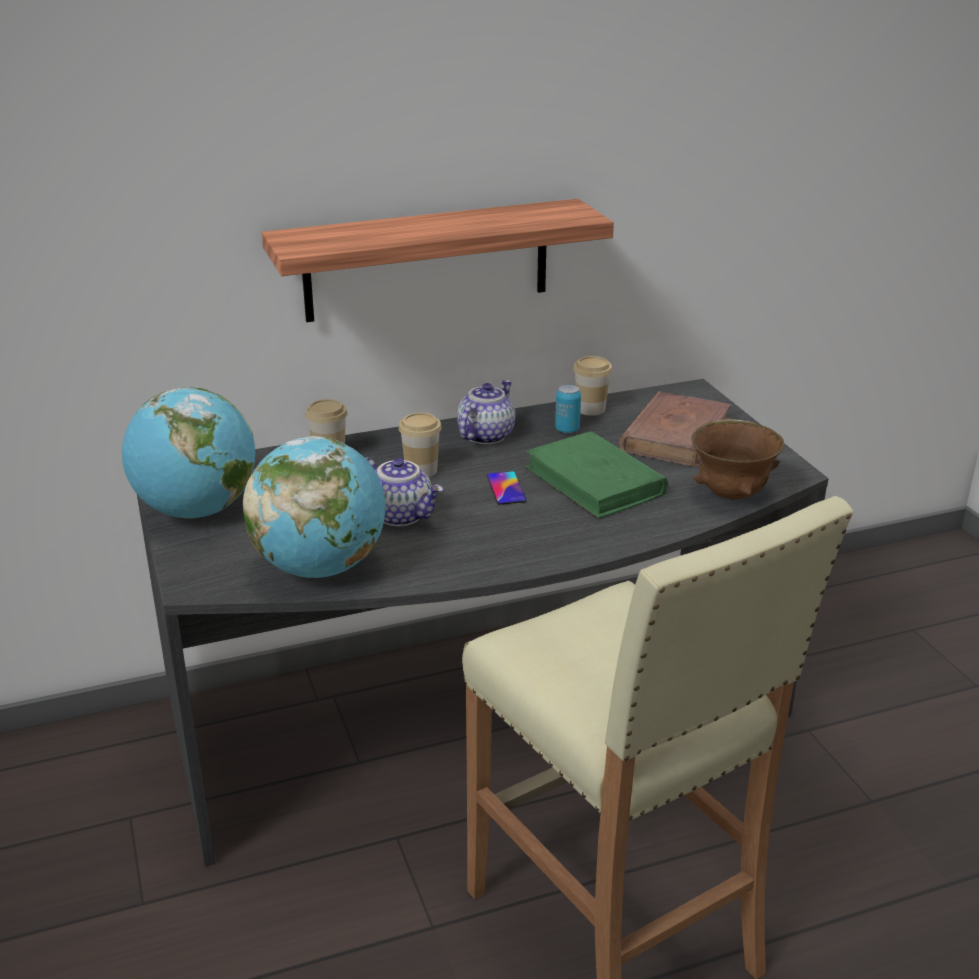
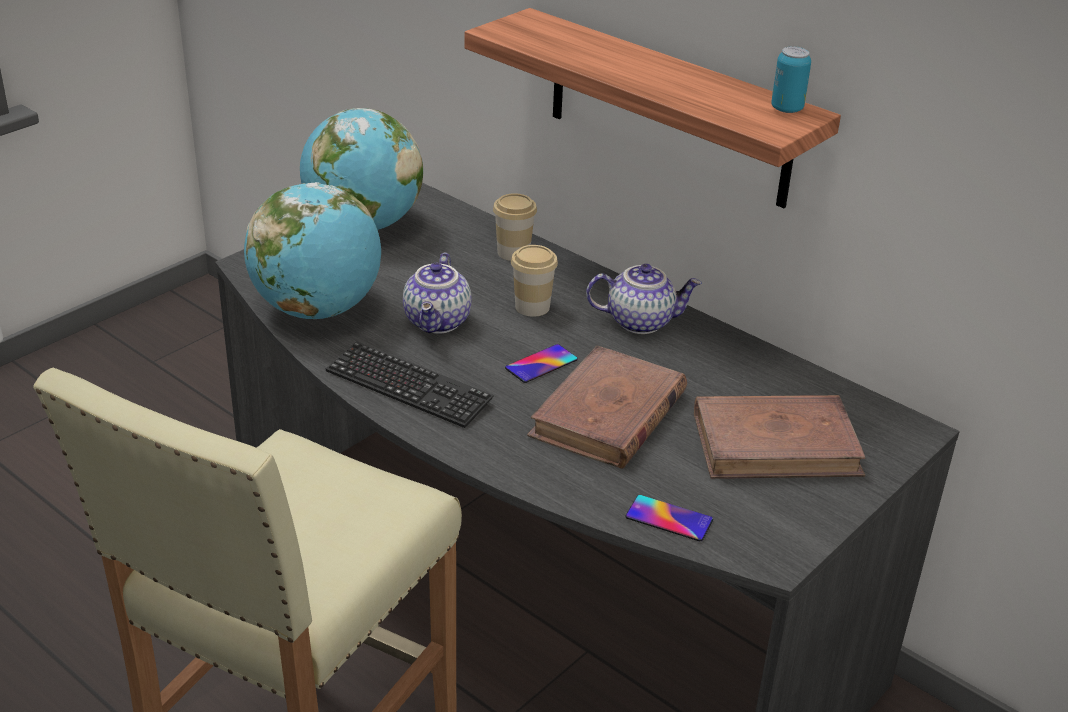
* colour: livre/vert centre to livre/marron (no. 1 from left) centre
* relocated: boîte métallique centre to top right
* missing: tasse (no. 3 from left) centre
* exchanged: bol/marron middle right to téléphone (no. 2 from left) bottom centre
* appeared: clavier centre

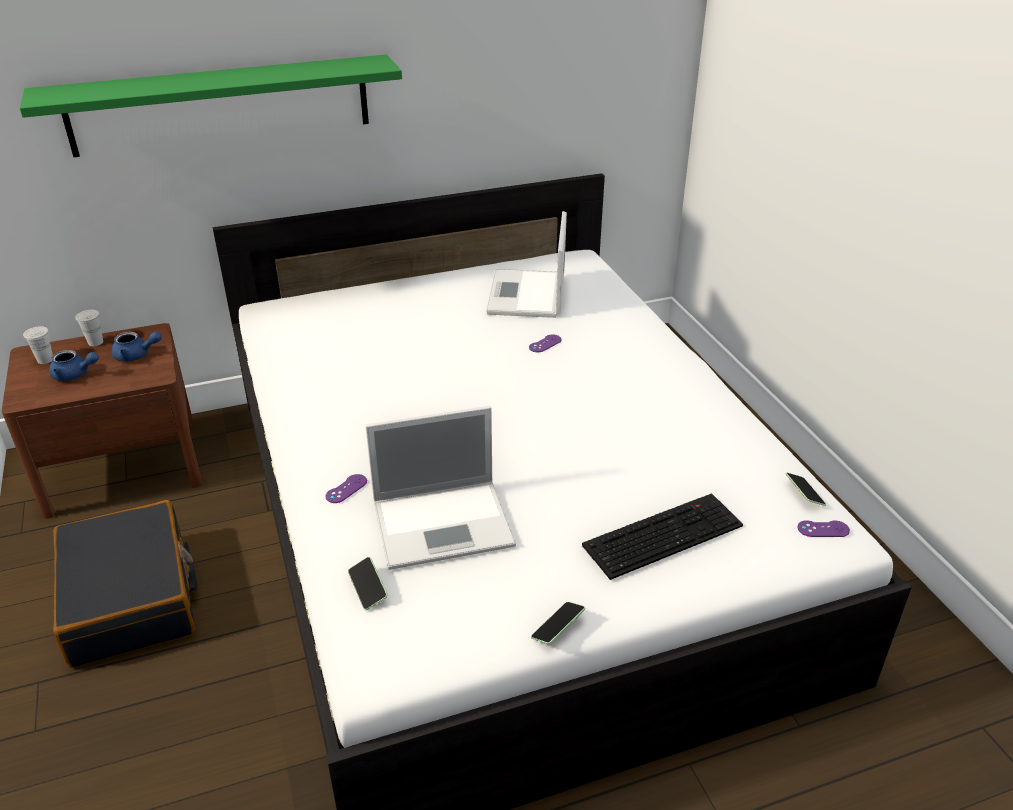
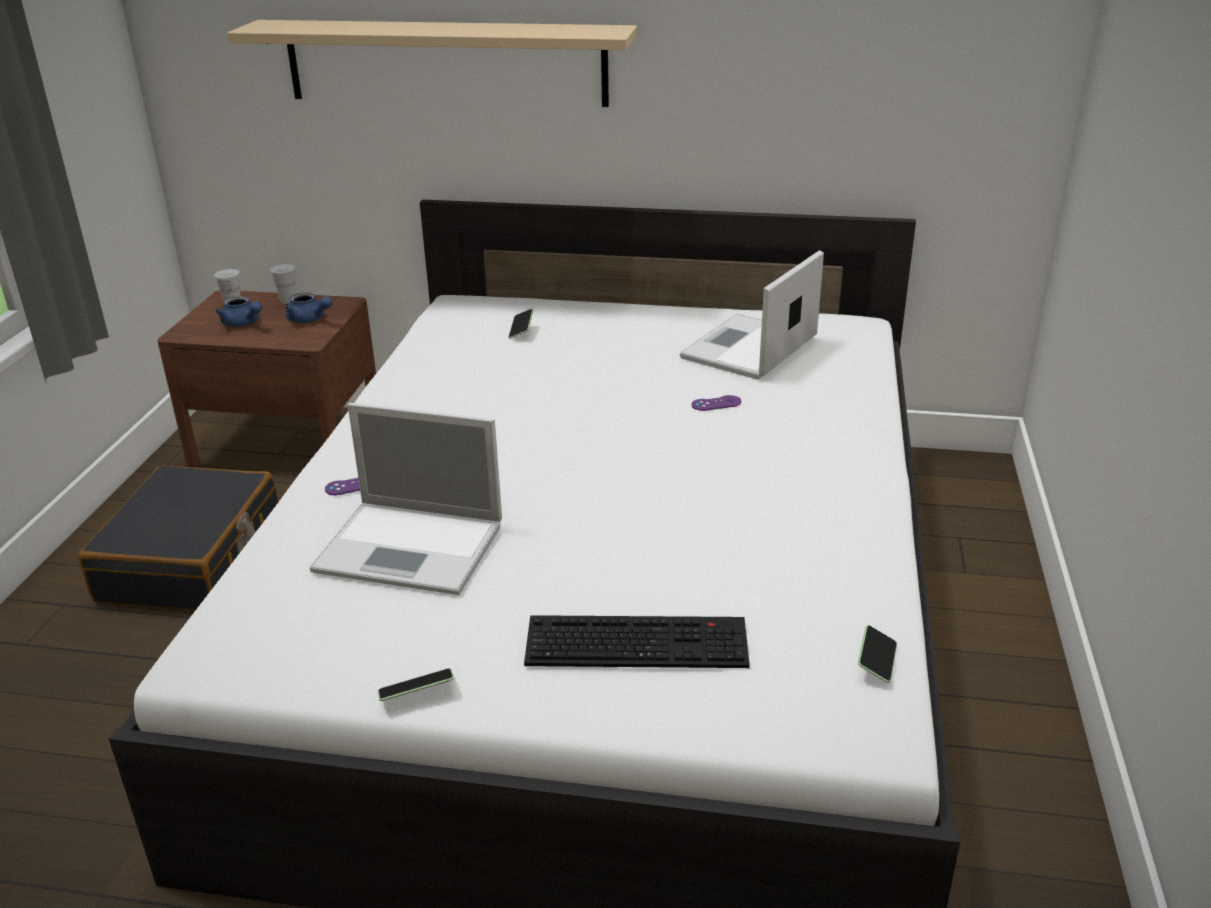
* colour: étagère/vert top left to étagère/beige top centre
* relocated: téléphone (no. 1 from left in the first image) bottom centre to téléphone (no. 2 from left) centre
* missing: manette/violet (no. 3 from left) middle right

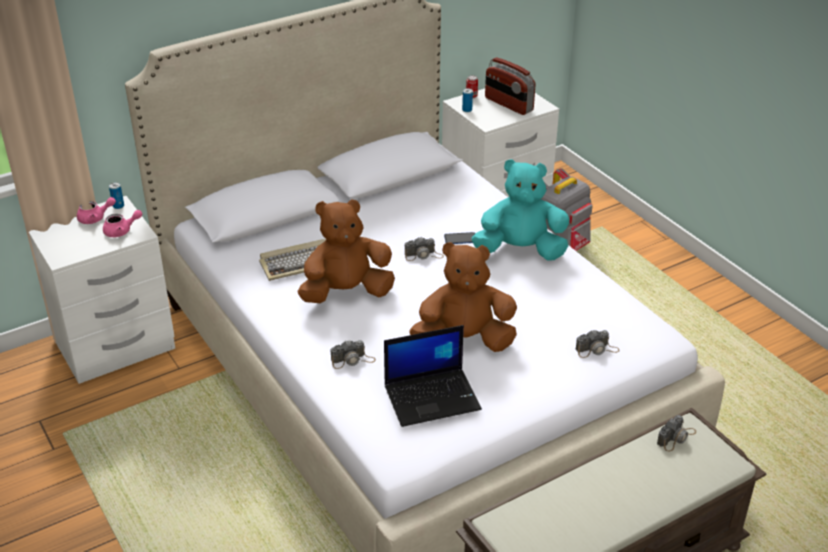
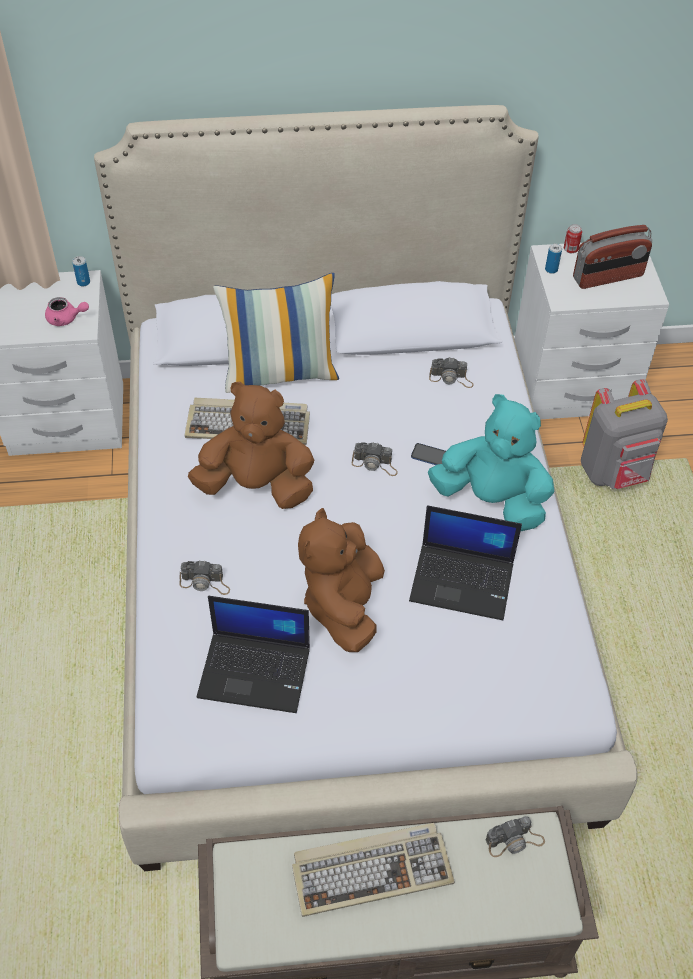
* missing: théière/rose (no. 1 from left) middle left
* spun: peluche/marron (no. 2 from left) centre = centre 105 degrees counterclockwise
* spun: radio top centre = top right 90 degrees counterclockwise
* relocated: appareil photo (no. 3 from left) middle right to centre
* appeared: coussin centre
* appeared: clavier (no. 2 from left) bottom centre
* appeared: ordinateur portable (no. 2 from left) middle right

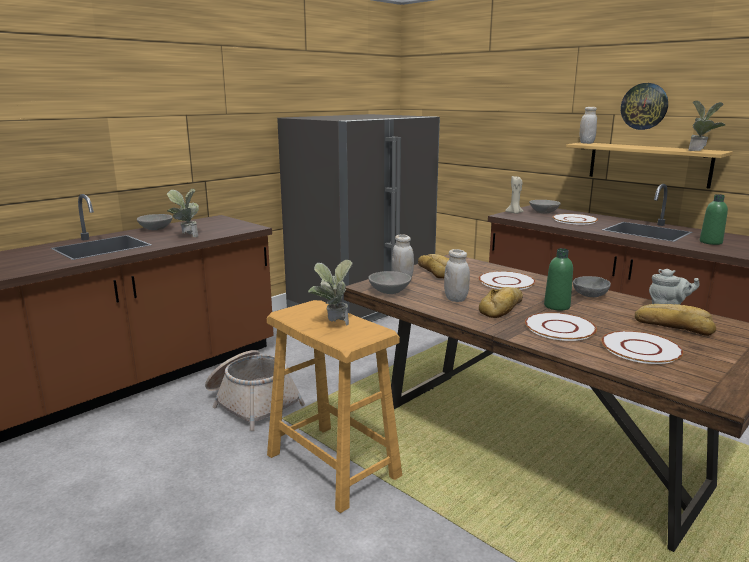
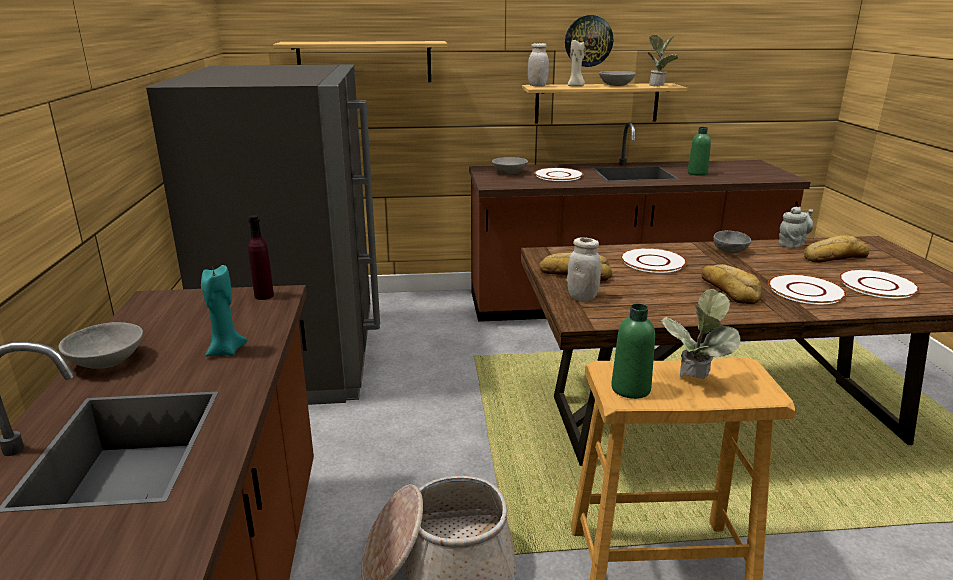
* exchanged: plante en pot (no. 1 from left) middle left to bougie/turquoise middle left
* relocated: bol/gris (no. 2 from left in the first image) centre to bol/gris (no. 3 from left) top centre
* missing: bocal/blanc (no. 2 from left) centre
* relocated: bougie/beige middle right to top centre
* relocated: bouteille/vert (no. 1 from left) middle right to centre
* appeared: bouteille/violet middle left
* appeared: étagère (no. 1 from left) top centre

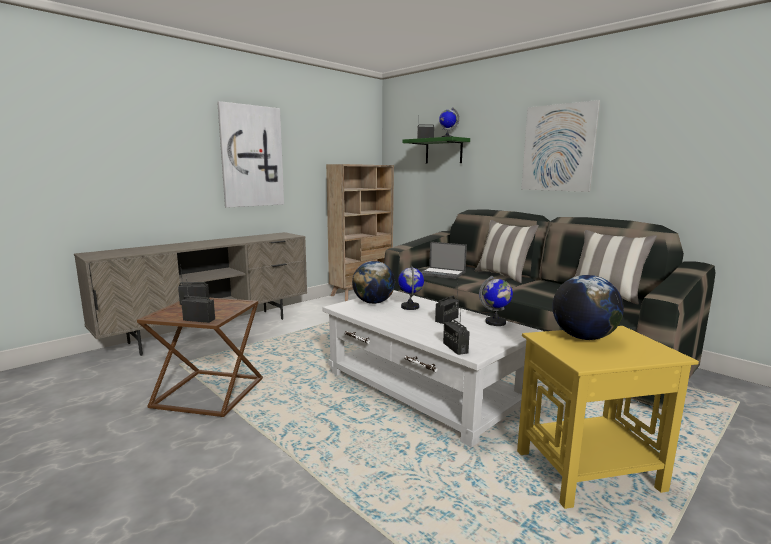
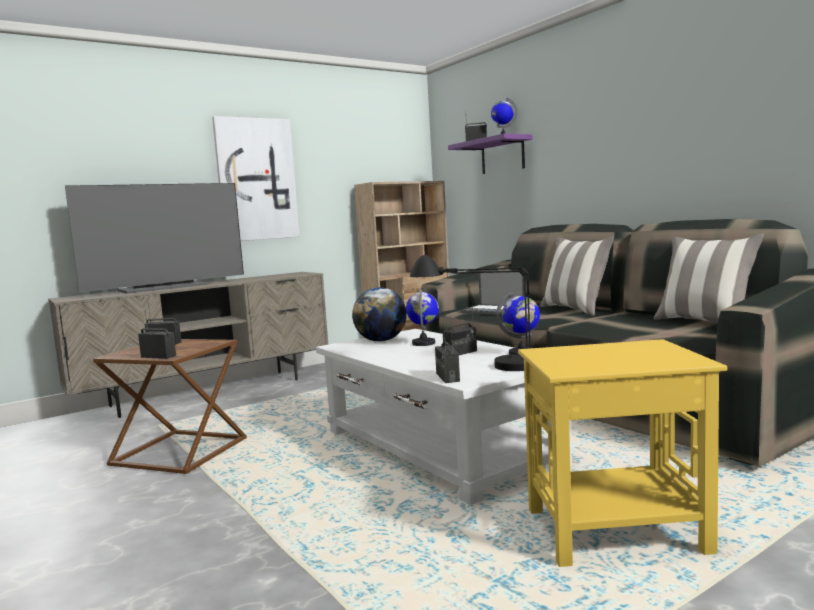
* colour: étagère/vert top centre to étagère/violet top centre
* missing: tableau (no. 2 from left) top right
* missing: globe (no. 5 from left) middle right
* appeared: téléviseur middle left
* appeared: lampe de table/noir centre

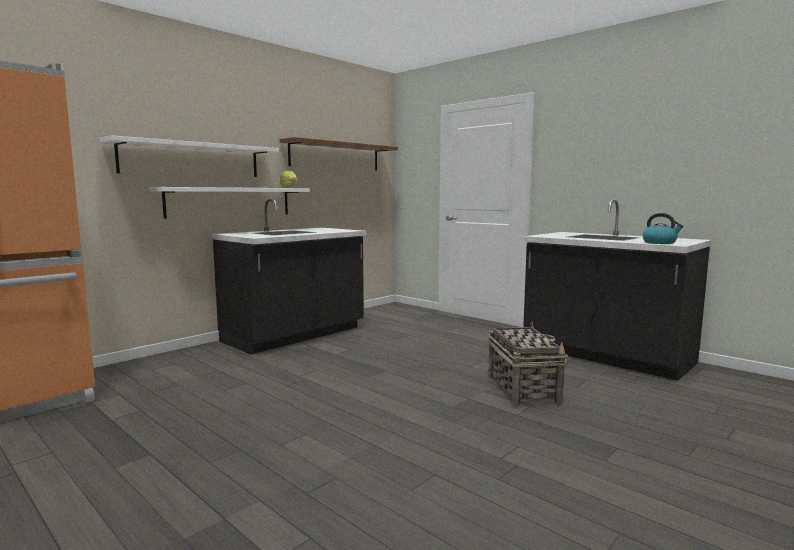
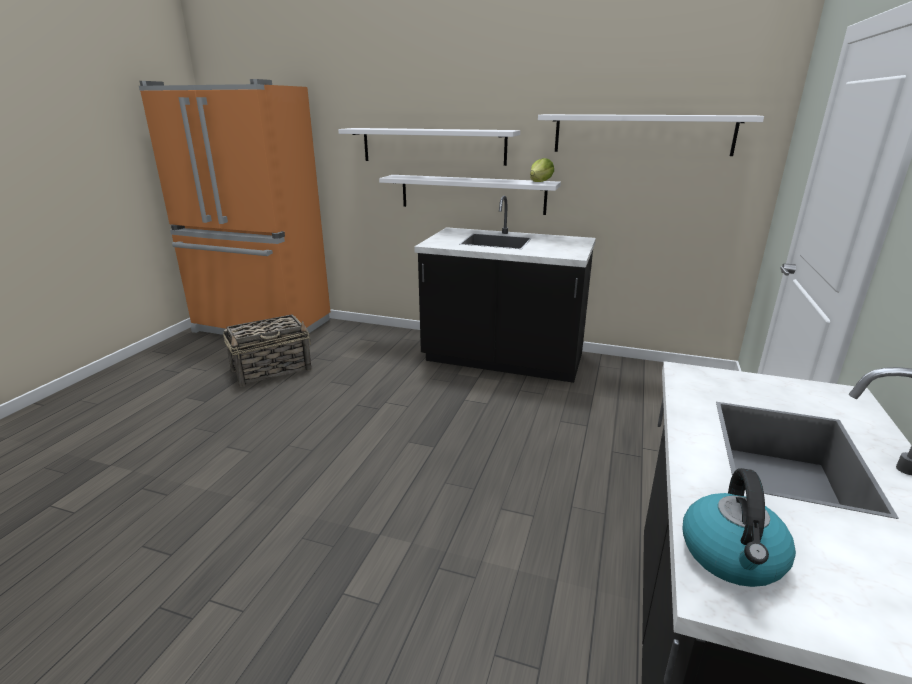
* colour: étagère/marron top centre to étagère/blanc (no. 3 from left) top right
* relocated: panier centre to middle left

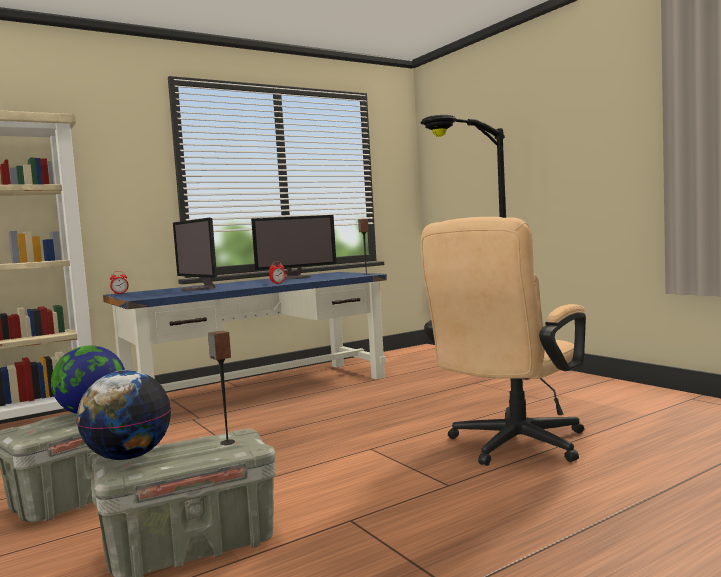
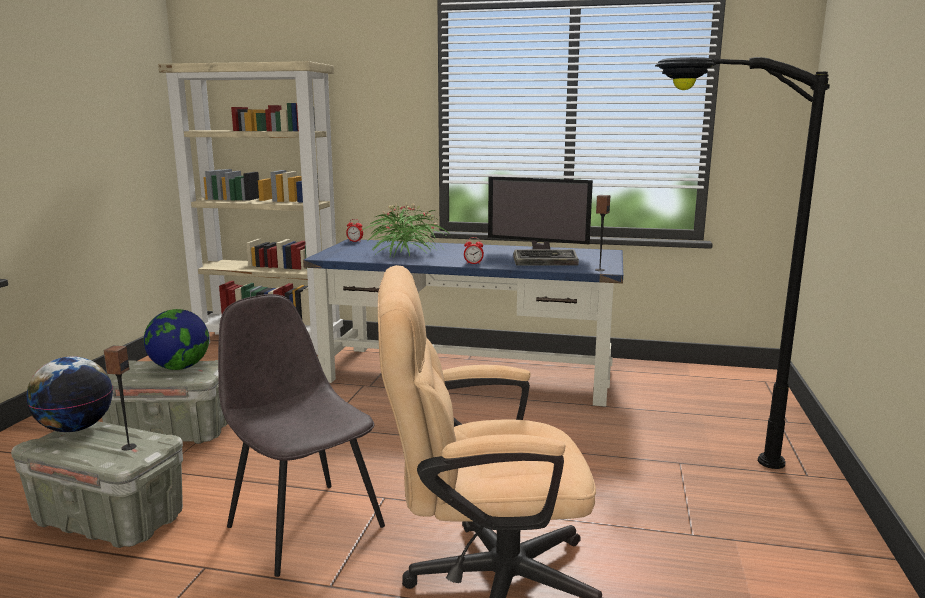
* exchanged: écran d'ordinateur (no. 1 from left) middle left to plante en pot centre
* appeared: chaise/gris bottom left
* appeared: clavier centre

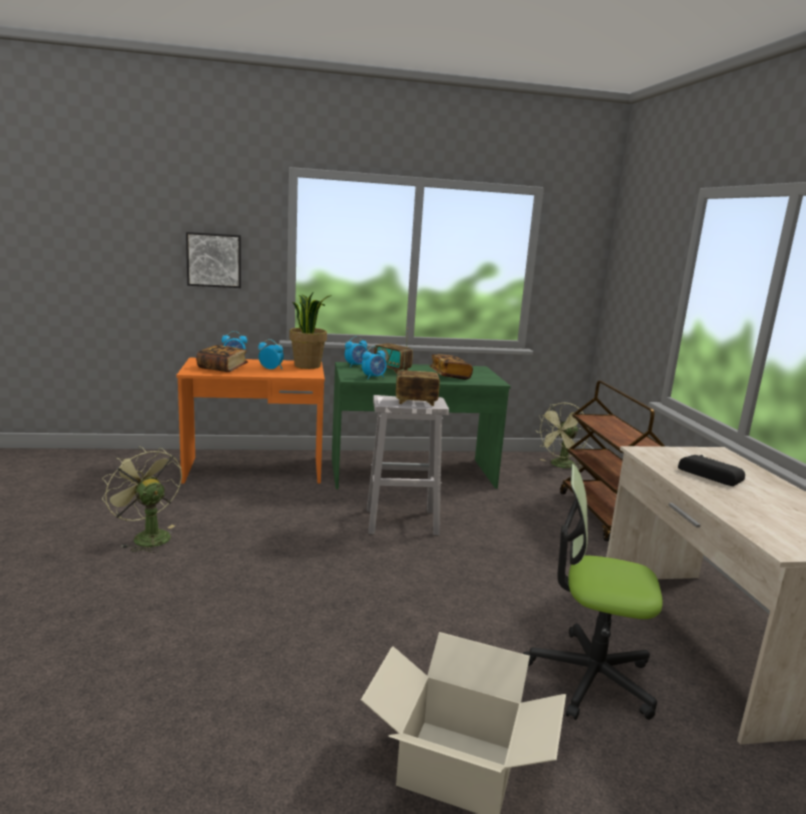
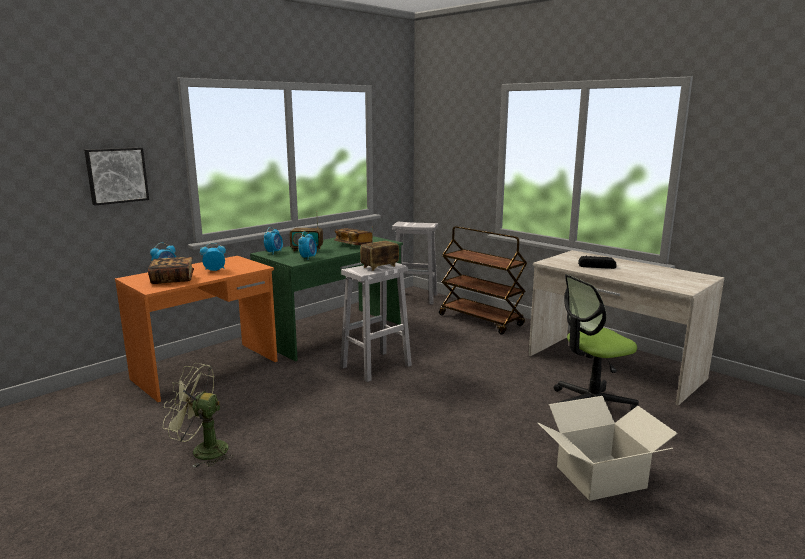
* missing: plante en pot centre
* exchanged: ventilateur/vert (no. 2 from left) middle right to tabouret/blanc (no. 2 from left) centre

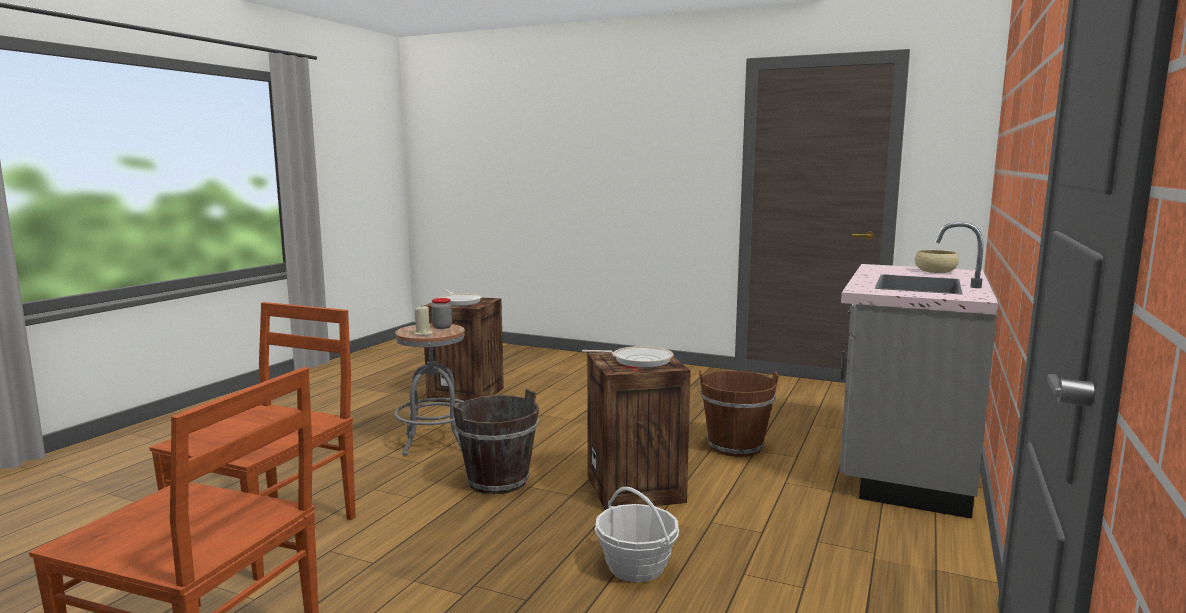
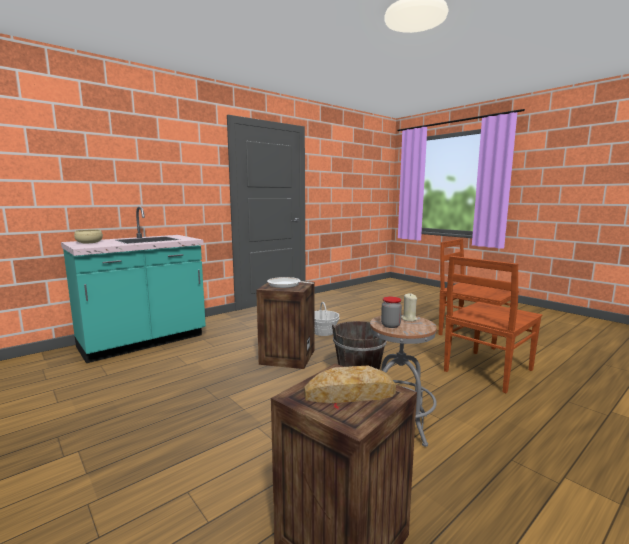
* exchanged: poêle (no. 1 from left) centre to pain bottom centre
* missing: seau/marron (no. 2 from left) bottom centre
* colour: comptoir de cuisine/gris middle right to comptoir de cuisine/turquoise middle left

